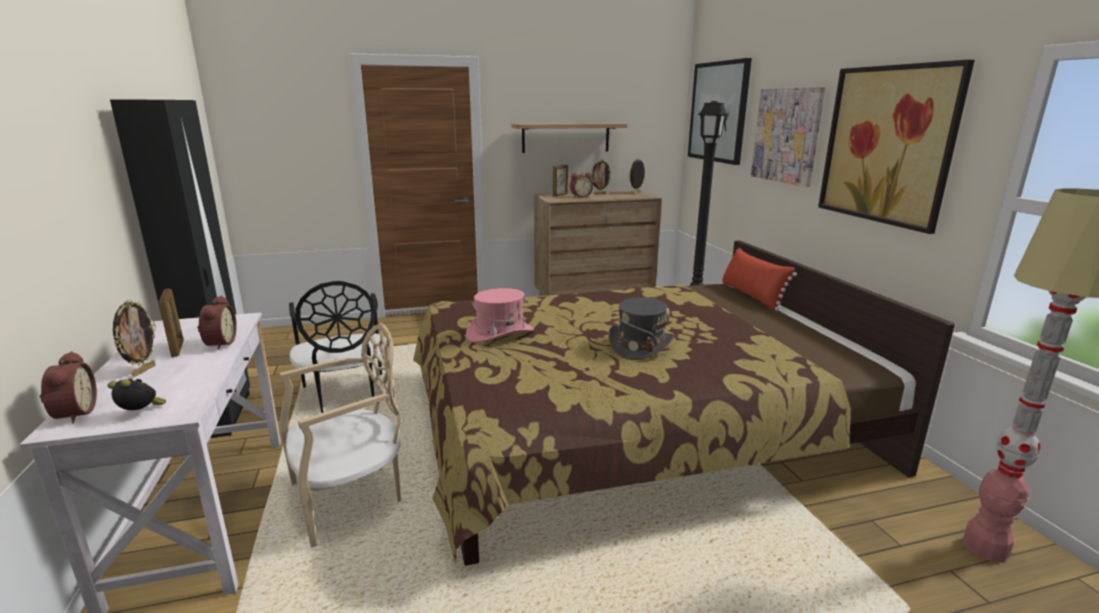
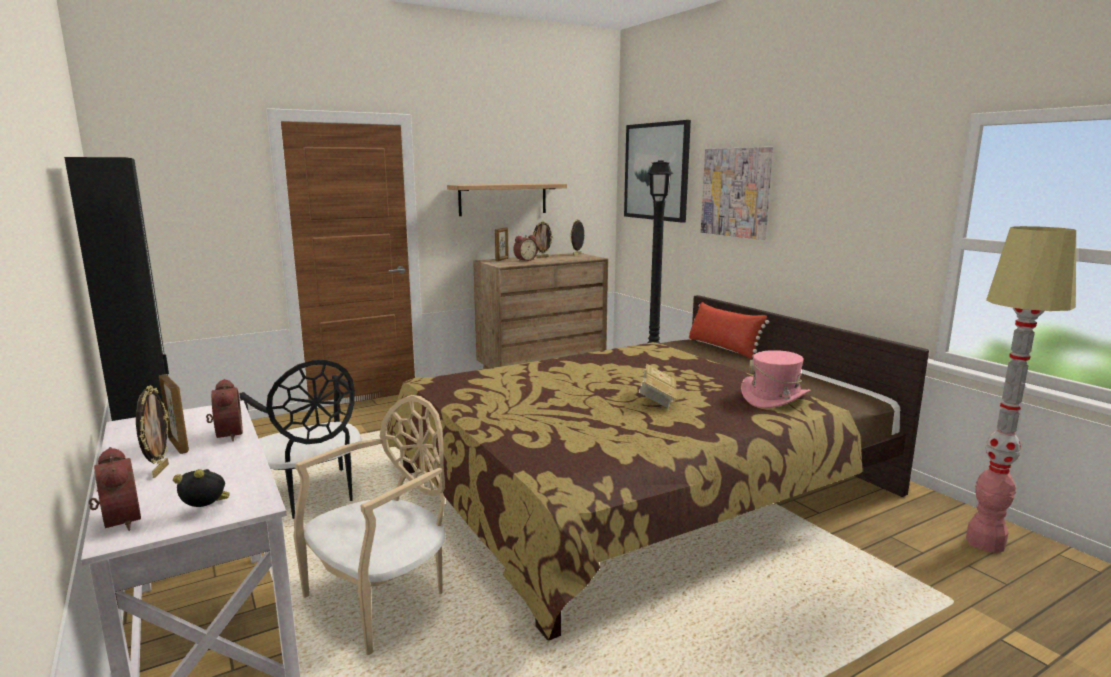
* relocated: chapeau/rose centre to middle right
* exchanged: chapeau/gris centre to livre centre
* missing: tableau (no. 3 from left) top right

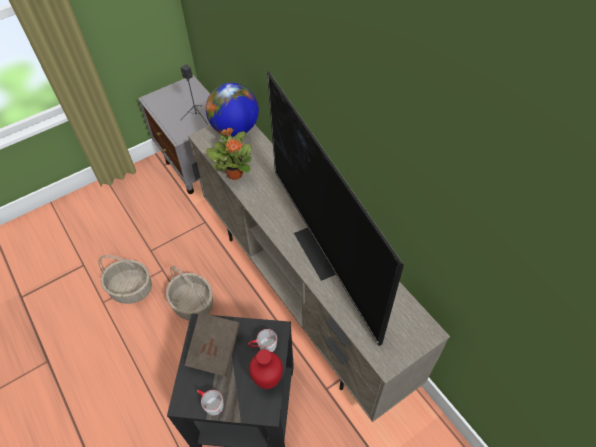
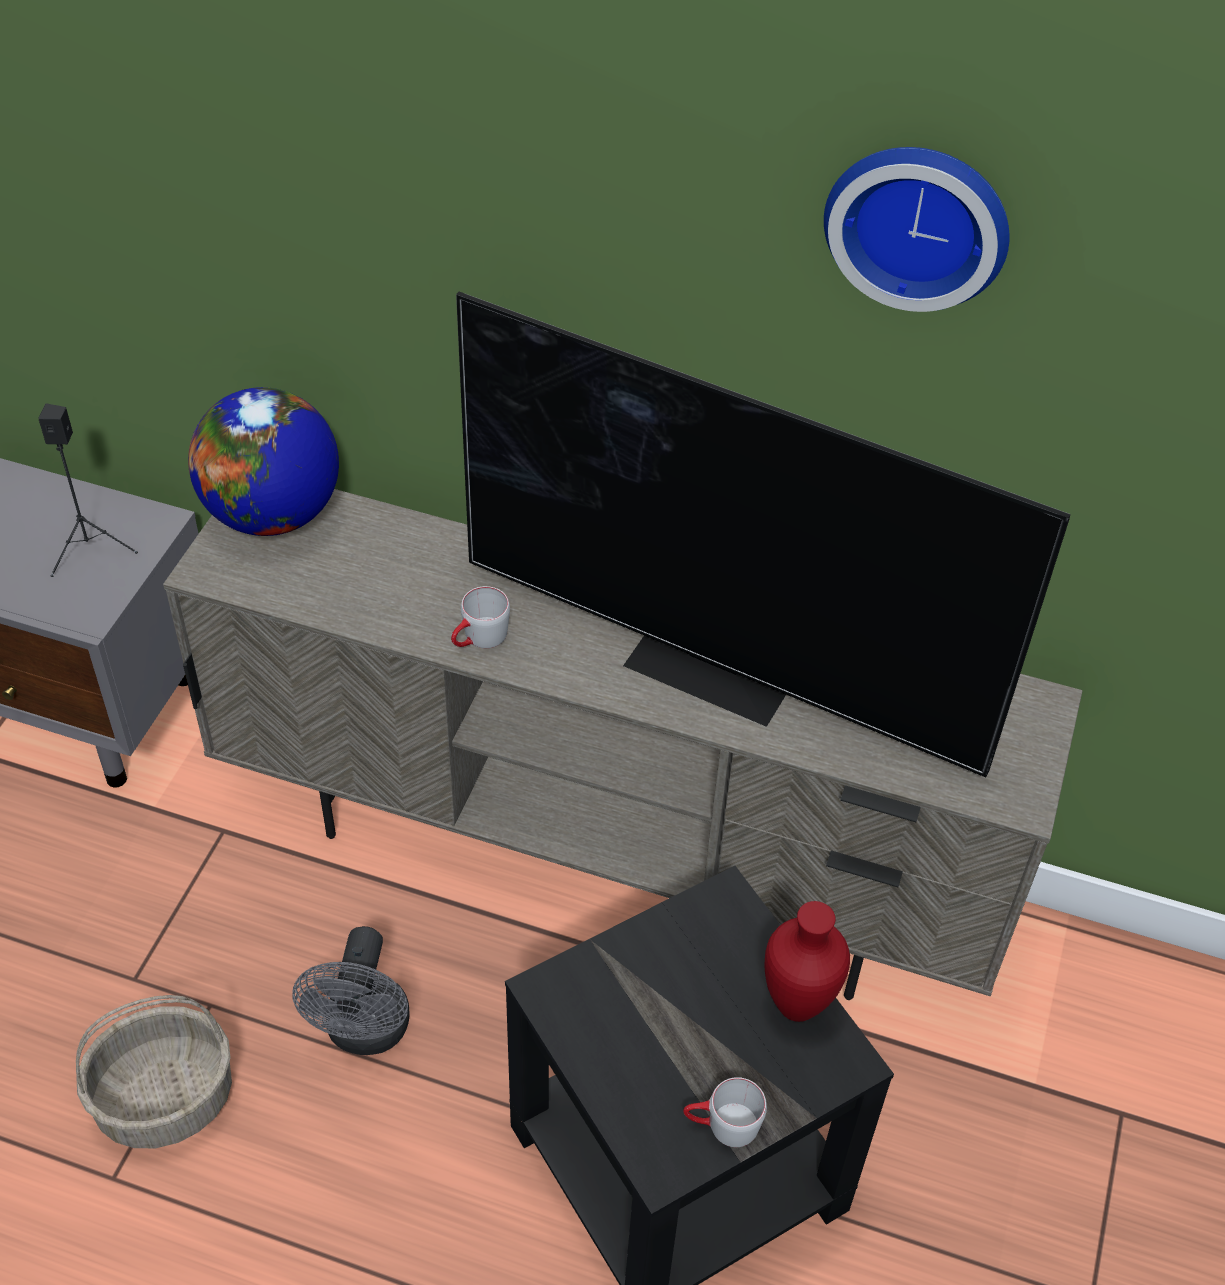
* exchanged: panier (no. 2 from left) middle left to ventilateur/gris bottom left
* missing: livre/marron bottom centre
* missing: plante en pot centre
* relocated: mug/gris (no. 2 from left in the first image) bottom centre to mug/gris (no. 1 from left) centre
* appeared: horloge murale top right

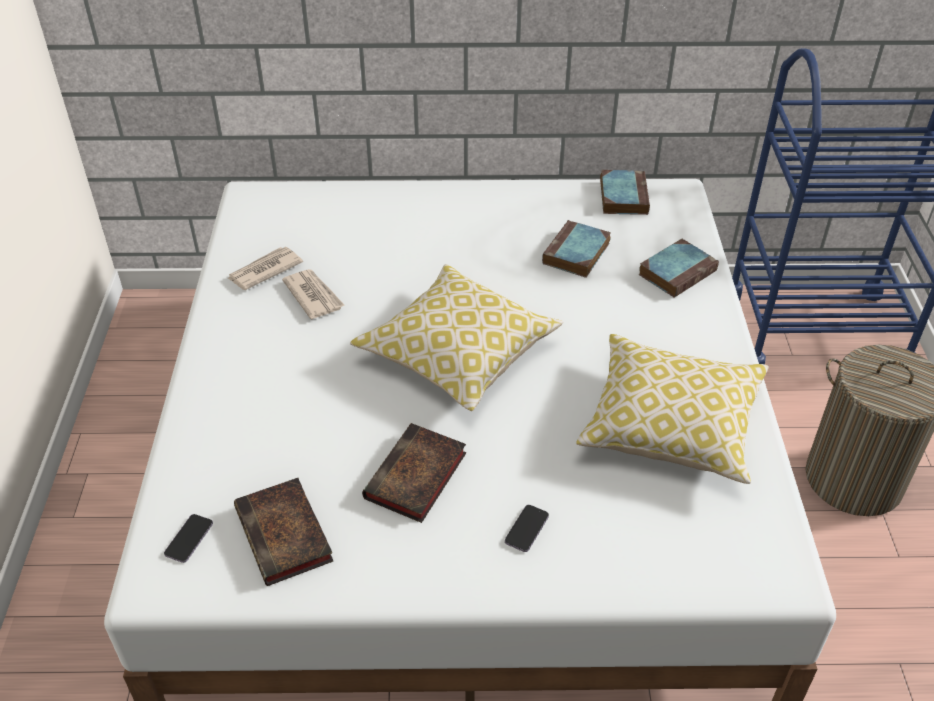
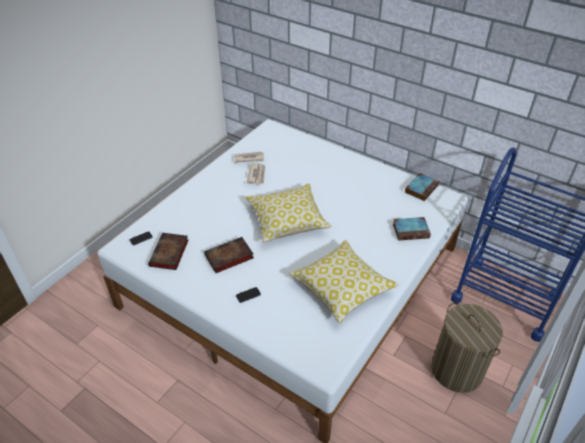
* missing: livre (no. 3 from left) centre

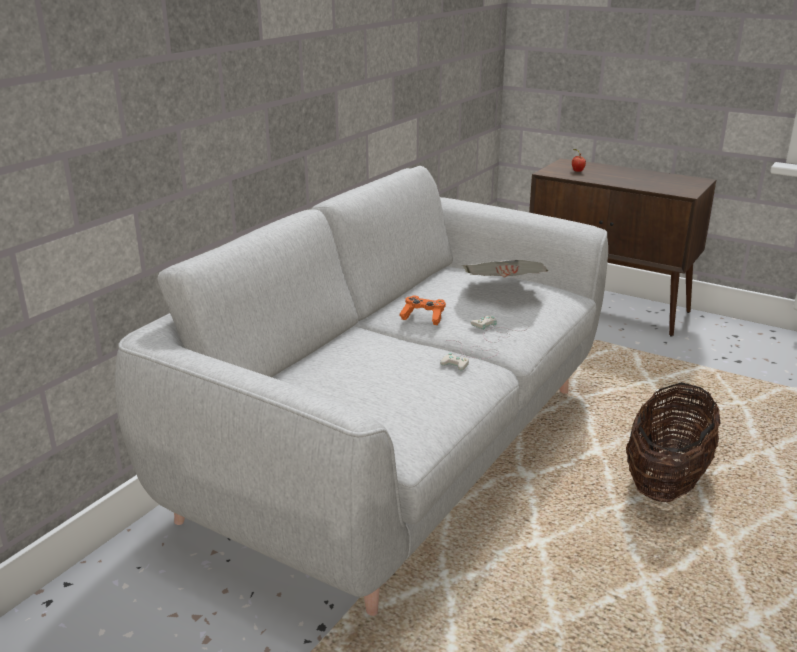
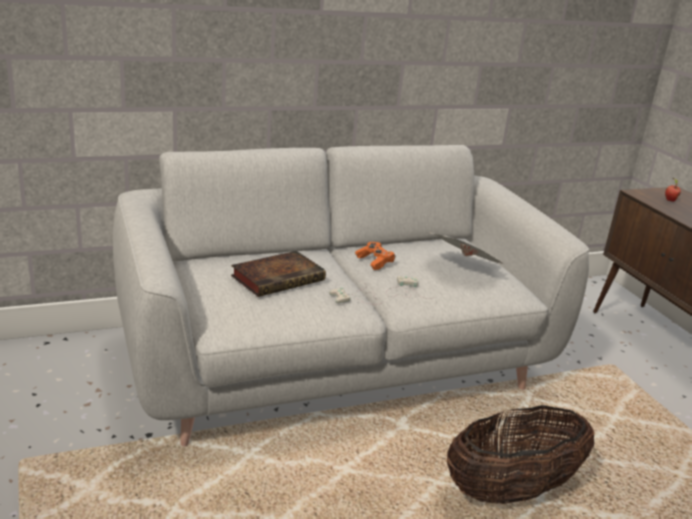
* appeared: livre centre

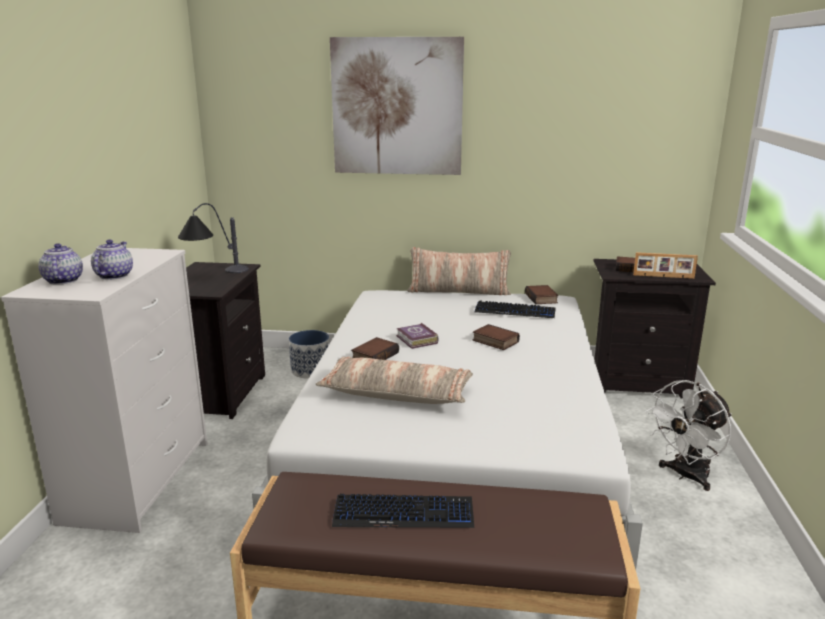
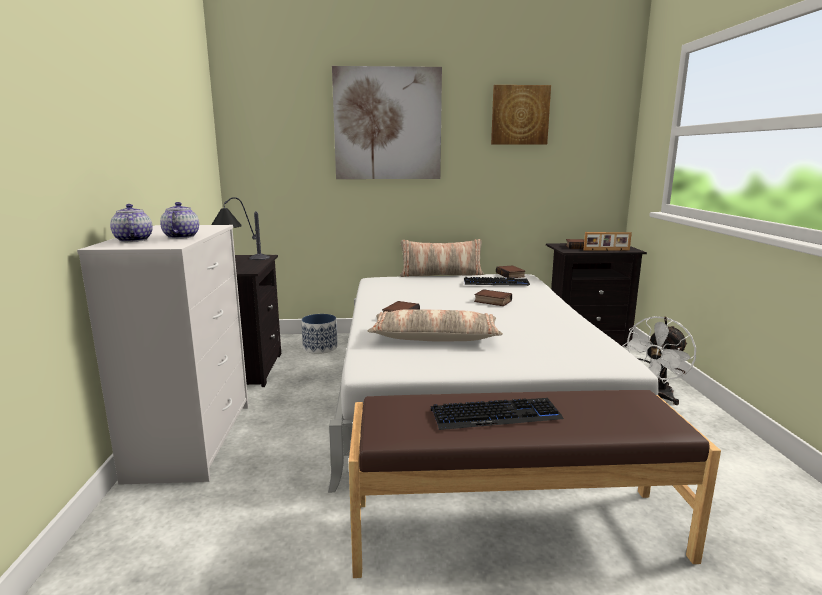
* missing: livre (no. 2 from left) centre
* appeared: tableau (no. 2 from left) top centre

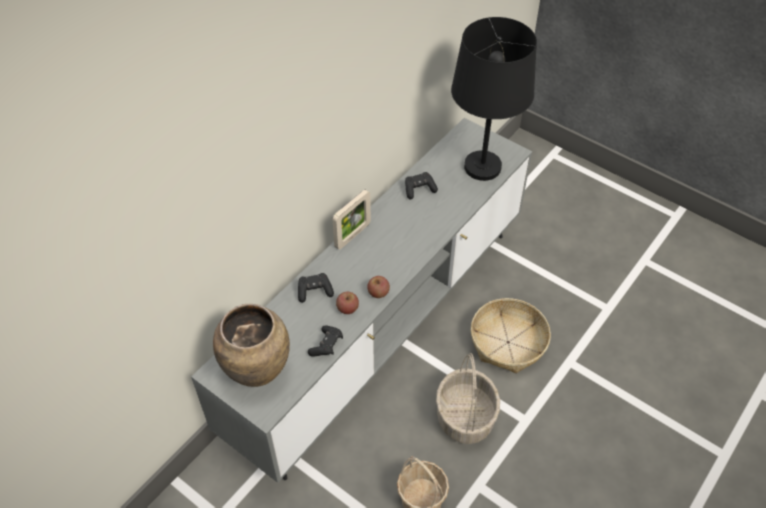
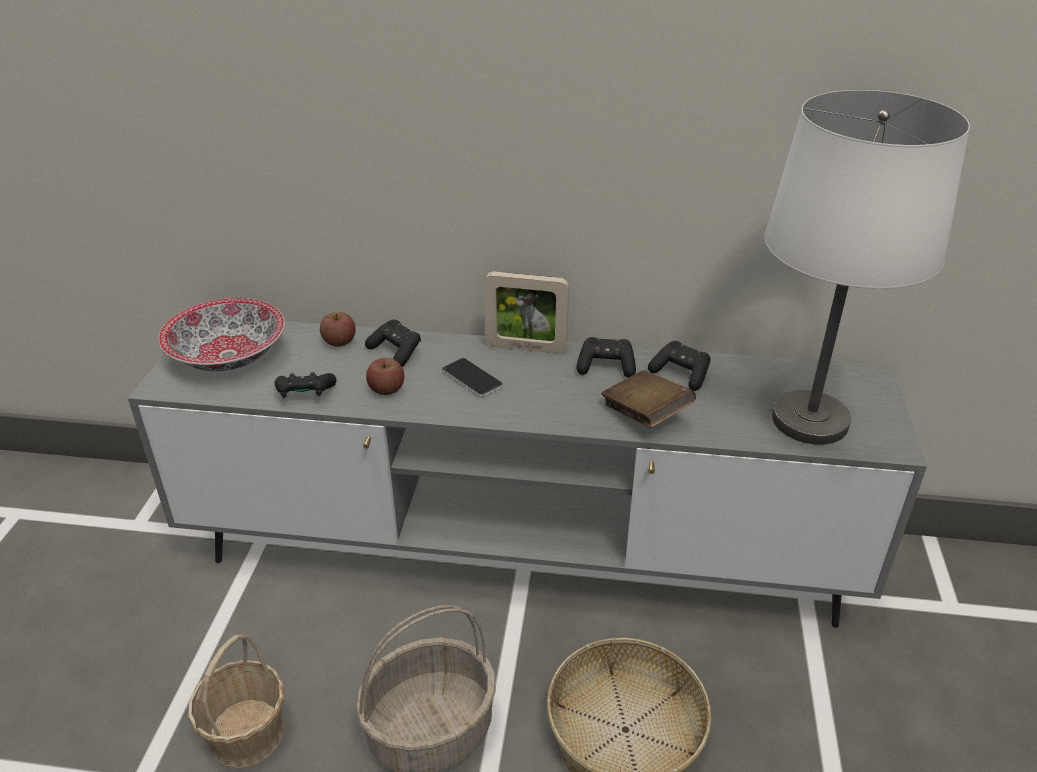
* exchanged: vase/marron bottom left to bol middle left
* relocated: pomme (no. 2 from left in the first image) centre to pomme (no. 1 from left) middle left
* colour: lampe de table/noir top centre to lampe de table/blanc middle right
* appeared: téléphone centre
* appeared: manette/noir (no. 3 from left) centre
* appeared: livre/marron centre

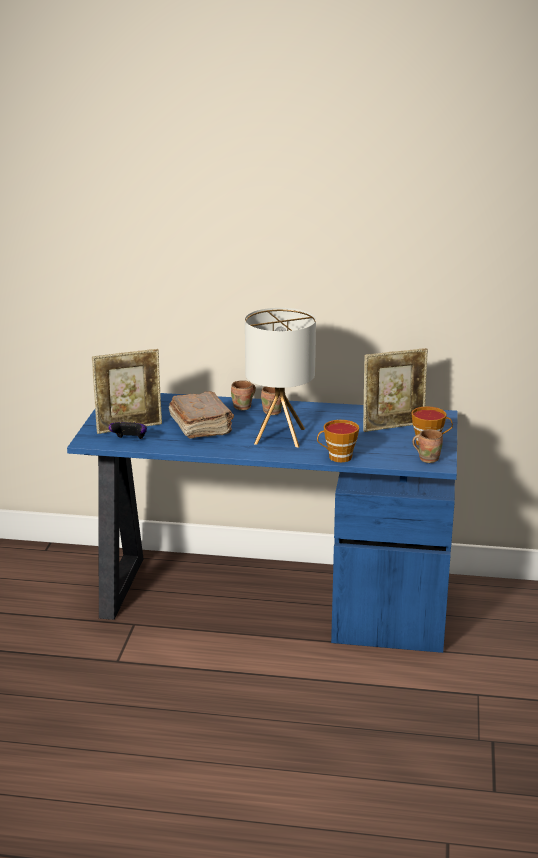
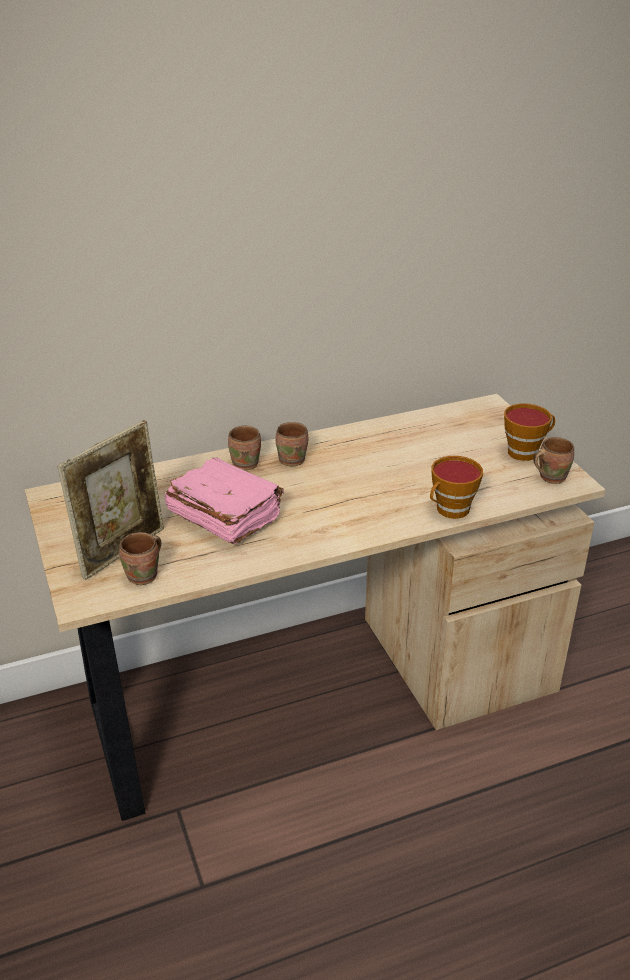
* colour: bureau/bleu centre to bureau/beige centre
* exchanged: manette middle left to mug/marron (no. 1 from left) middle left
* colour: livre/marron centre to livre/rose centre
* missing: lampe de table centre
* missing: cadre photo (no. 2 from left) middle right

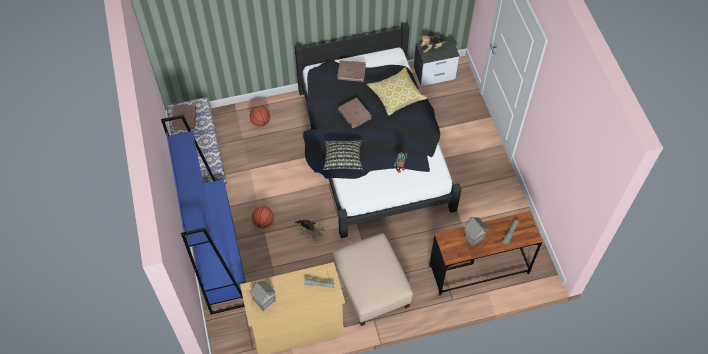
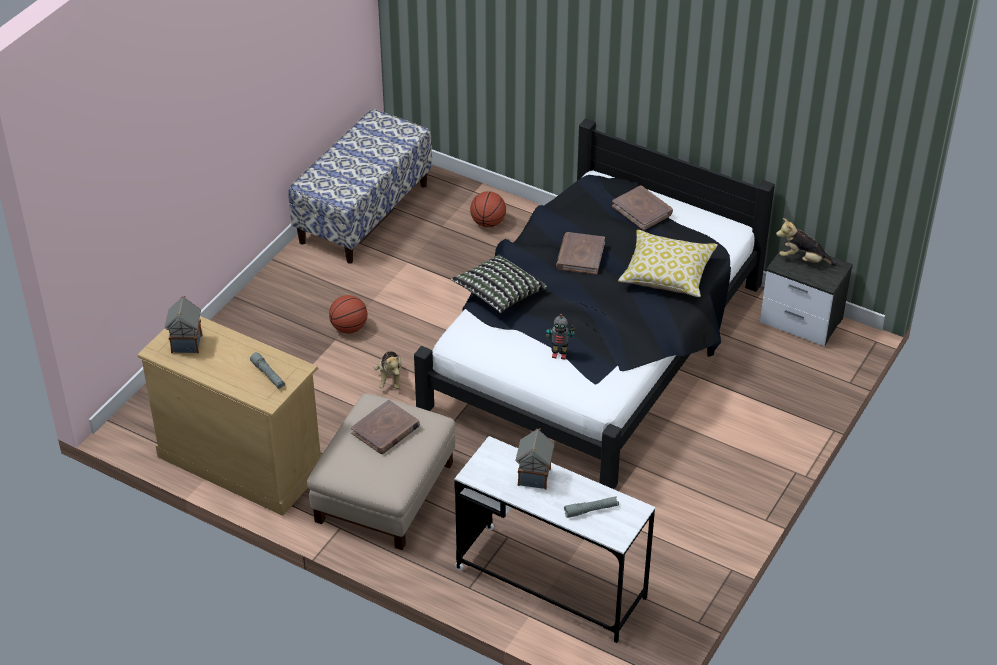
* missing: bibliothèque/bleu middle left
* relocated: livre/marron (no. 1 from left) top left to centre
* colour: bureau/marron bottom right to bureau/blanc bottom centre

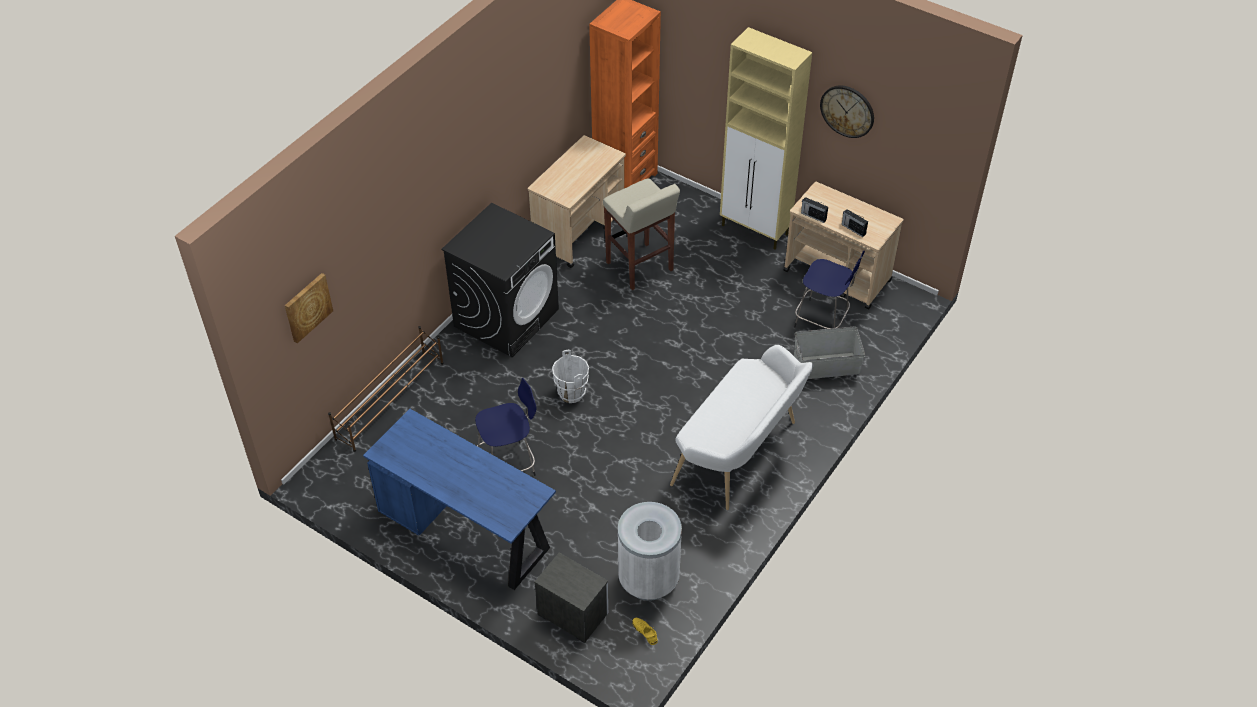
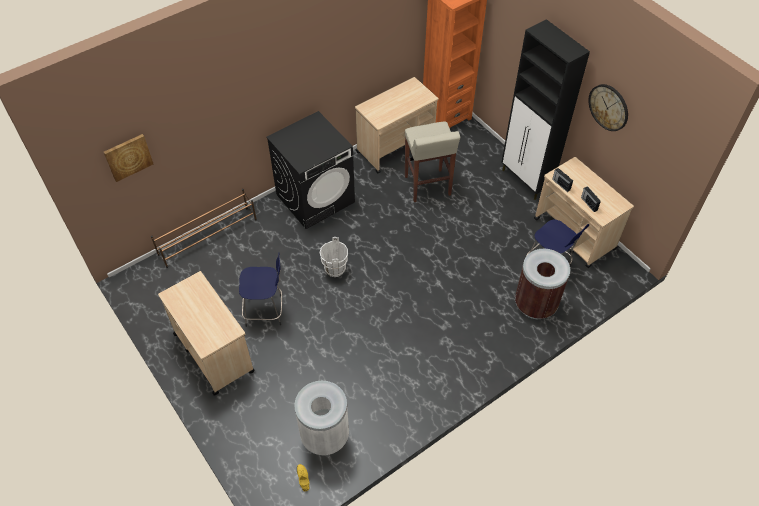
* exchanged: bureau/bleu bottom centre to chariot/beige (no. 1 from left) middle left
* missing: table de chevet bottom centre
* missing: banc/blanc centre
* colour: meuble de rangement/beige top centre to meuble de rangement/noir top right
* exchanged: boîte de rangement/gris centre to poubelle/marron middle right

